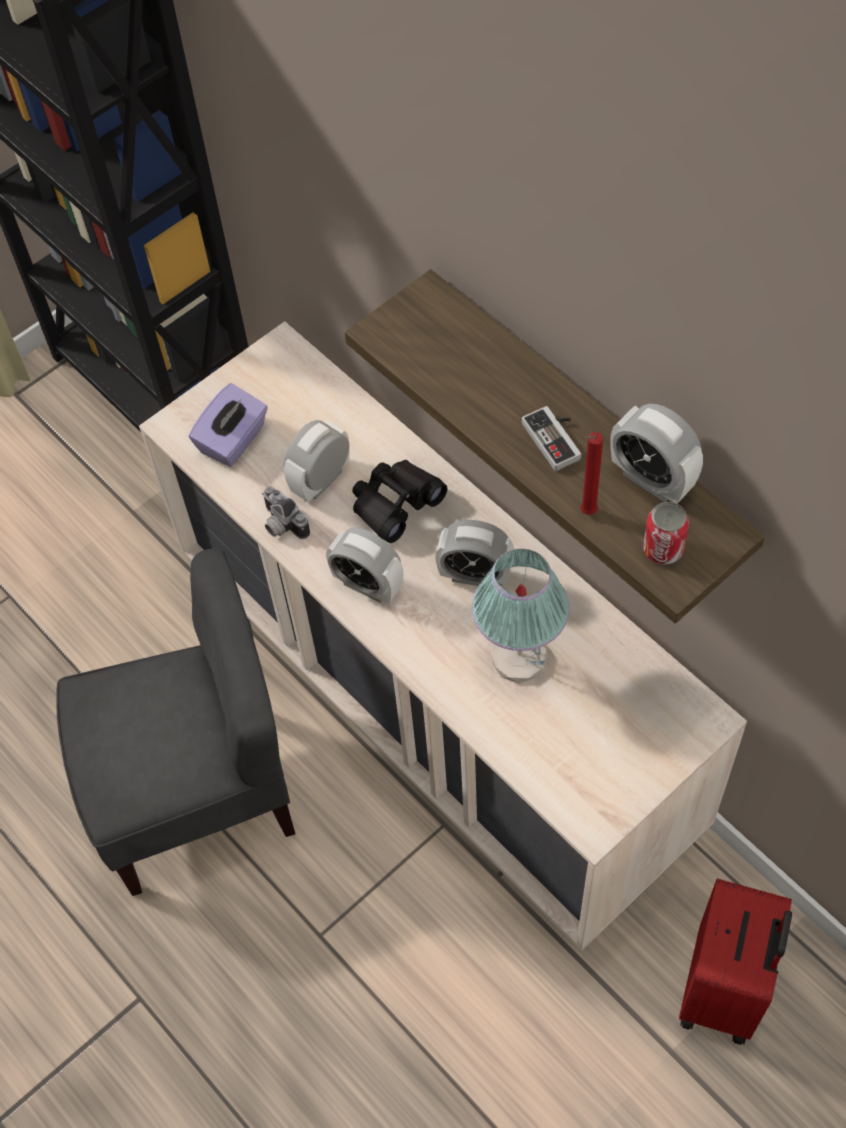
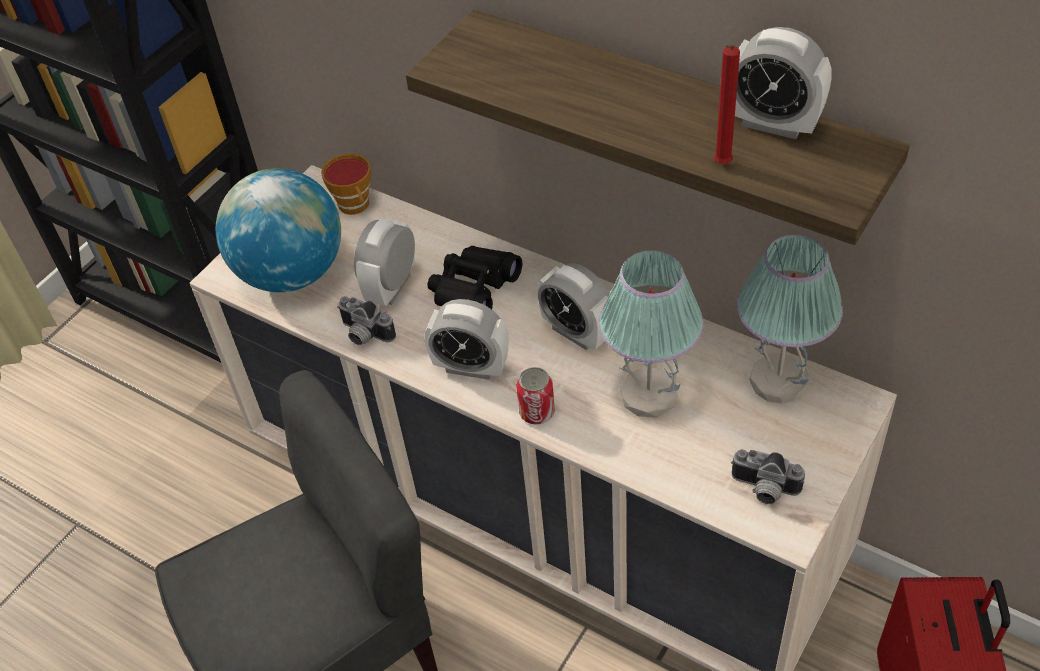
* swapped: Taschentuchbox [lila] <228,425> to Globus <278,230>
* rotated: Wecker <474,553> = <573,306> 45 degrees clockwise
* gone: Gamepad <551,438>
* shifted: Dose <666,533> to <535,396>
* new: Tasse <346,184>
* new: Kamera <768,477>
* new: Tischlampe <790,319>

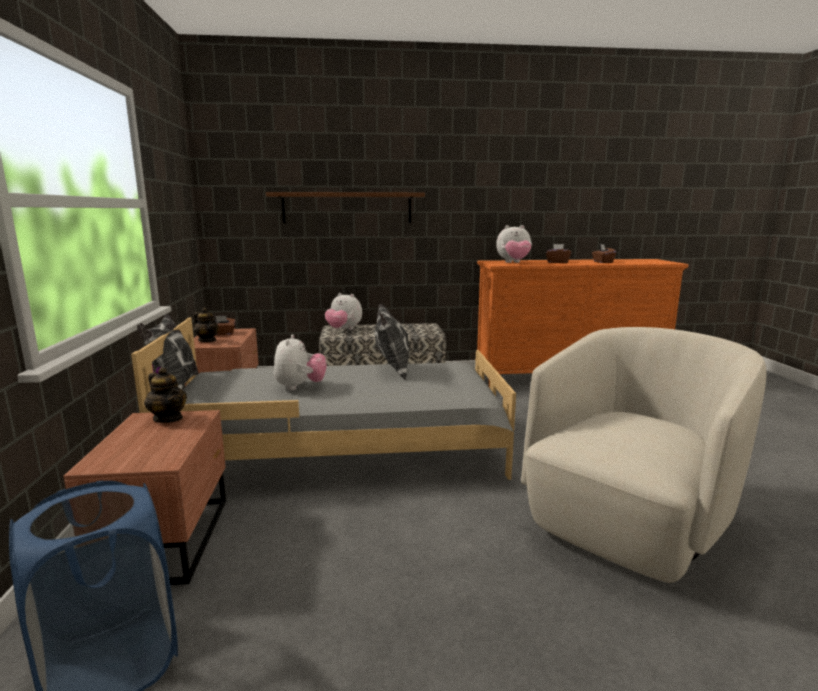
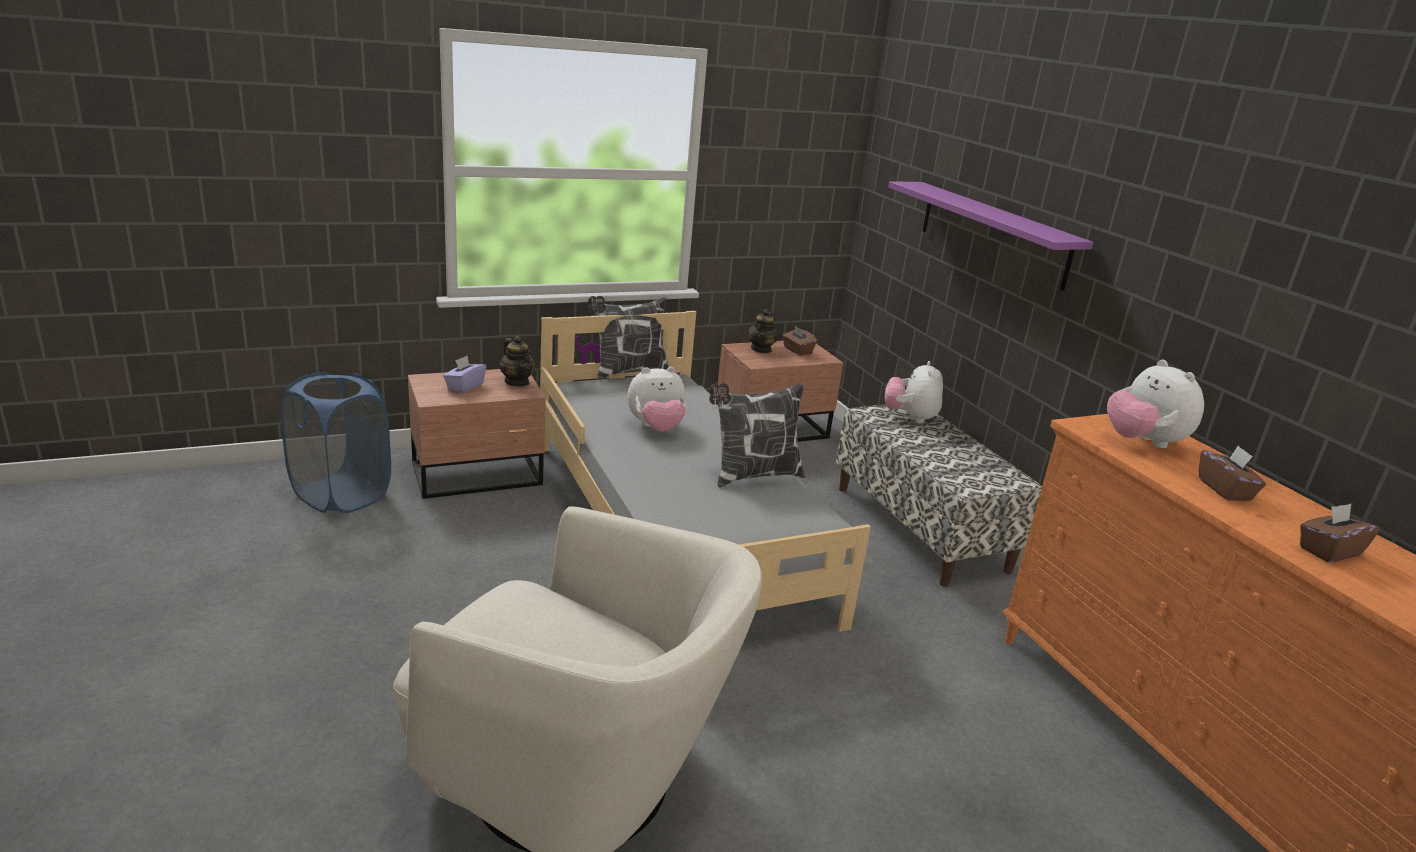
* rotated: Teekanne <165,395> = <517,361> 60 degrees counterclockwise
* repainted: Wandregal [braun] <345,207> to Wandregal [lila] <991,236>
* new: Taschentuchbox [lila] <464,374>

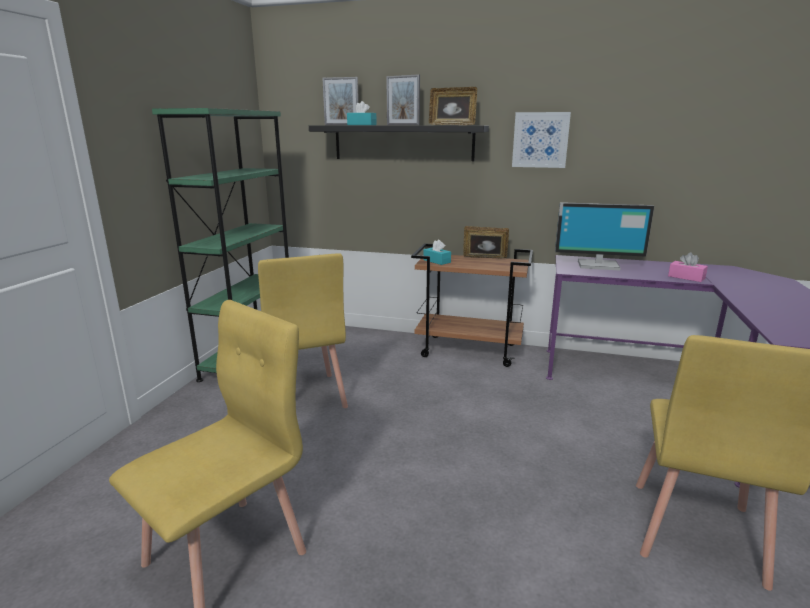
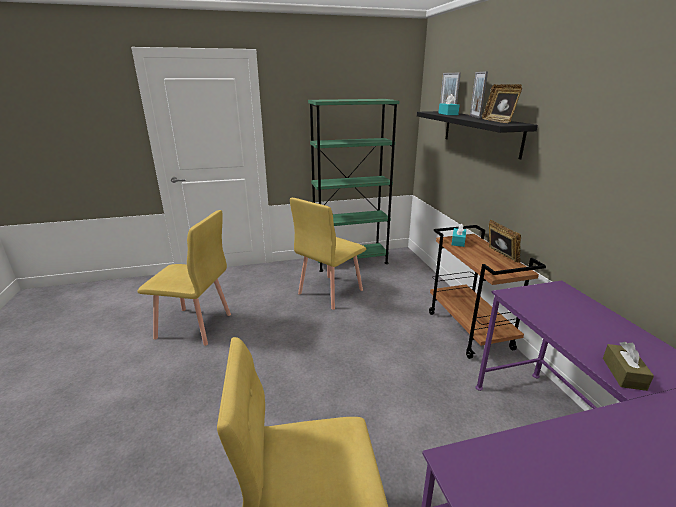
* gone: Bild <541,140>
* gone: Monitor <604,236>
* repainted: Taschentuchbox [rosa] <688,267> to Taschentuchbox [braun] <628,366>

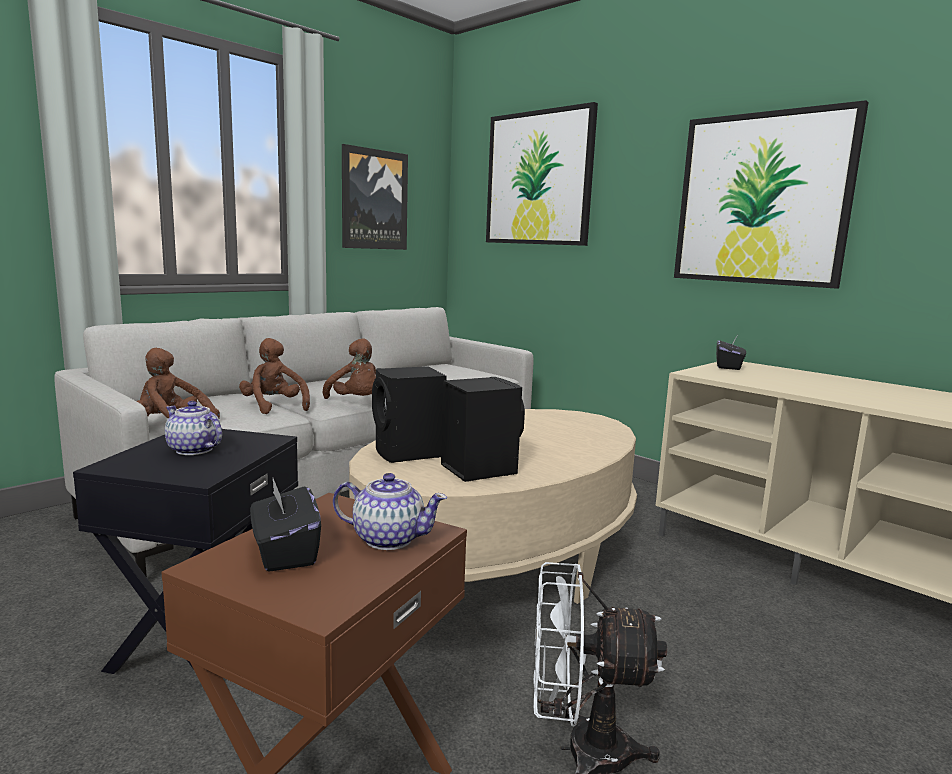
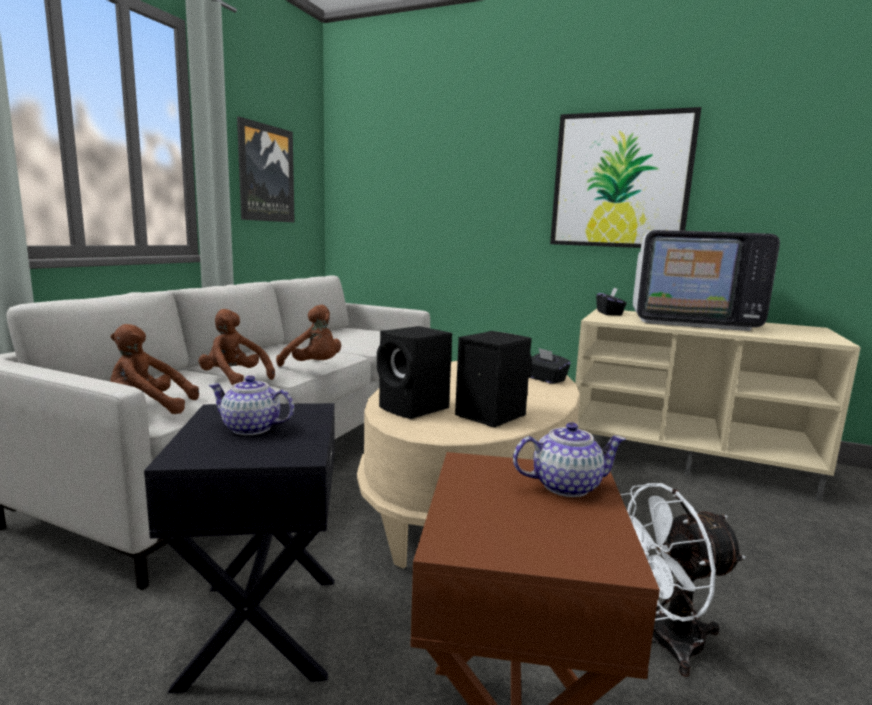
* shifted: Taschentuchbox [schwarz] <285,525> to <550,366>
* gone: Bild <542,174>
* new: Fernseher <706,280>

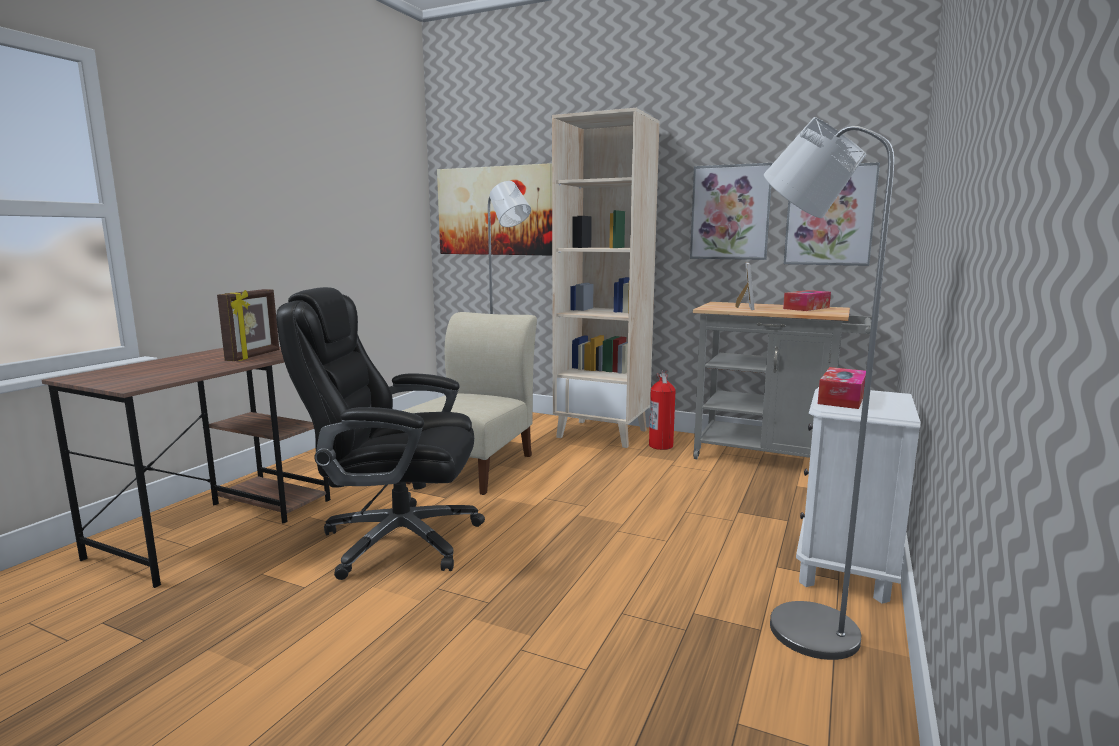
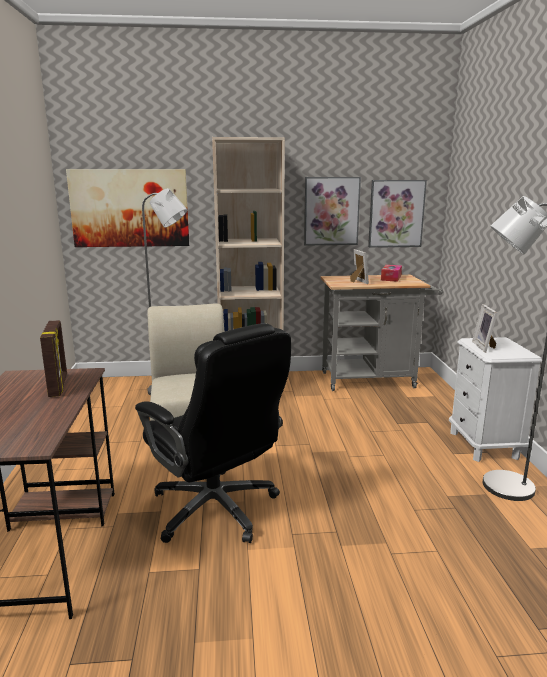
* rotated: Bürostuhl [schwarz] <380,433> = <213,433> 105 degrees counterclockwise
* gone: Feuerlöscher <662,410>
* swapped: Taschentuchbox <842,388> to Bilderrahmen <485,328>

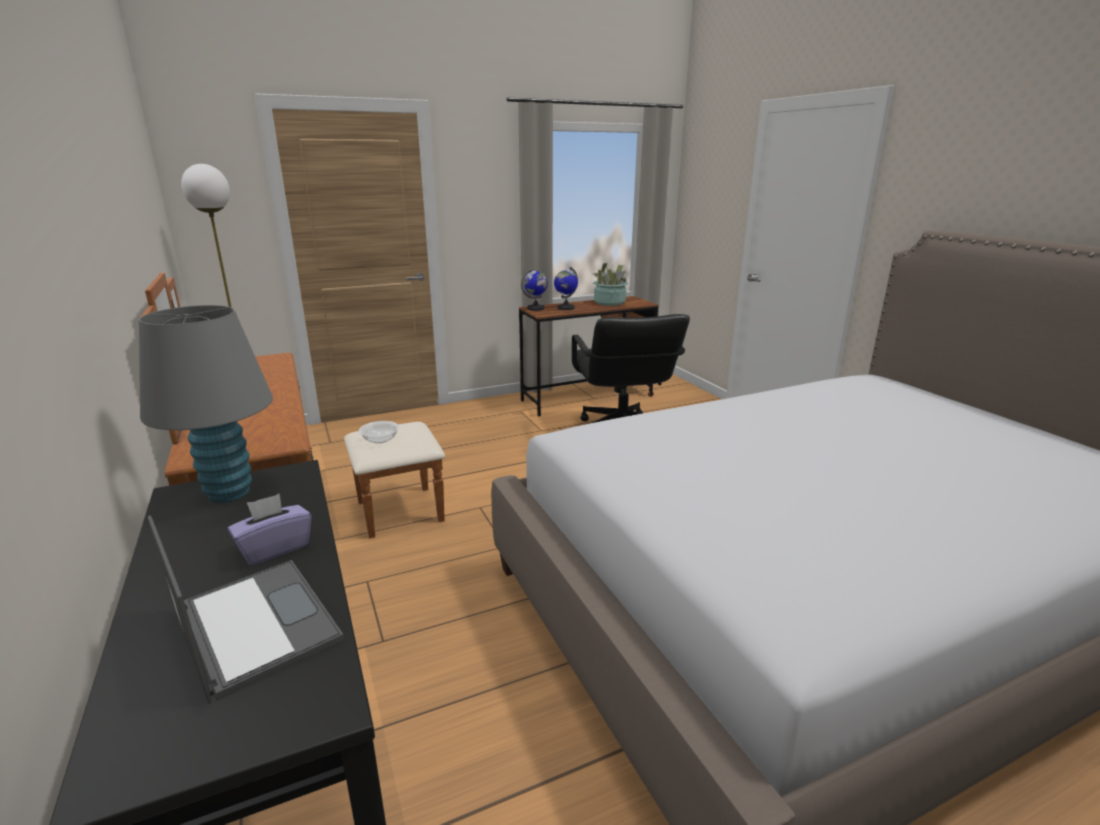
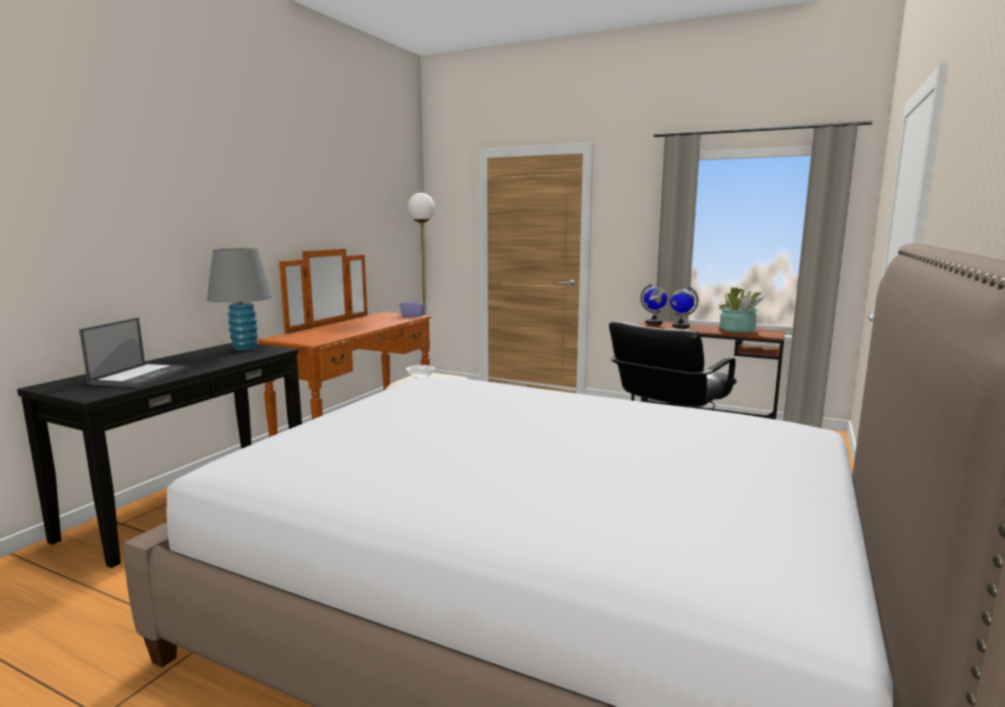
* shifted: Taschentuchbox [lila] <269,529> to <412,307>

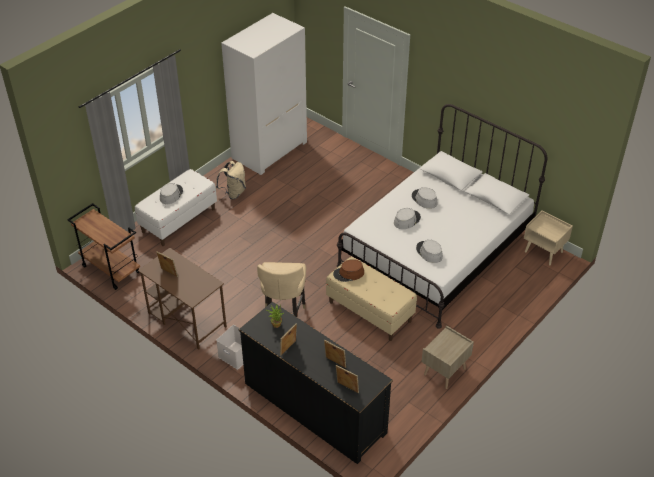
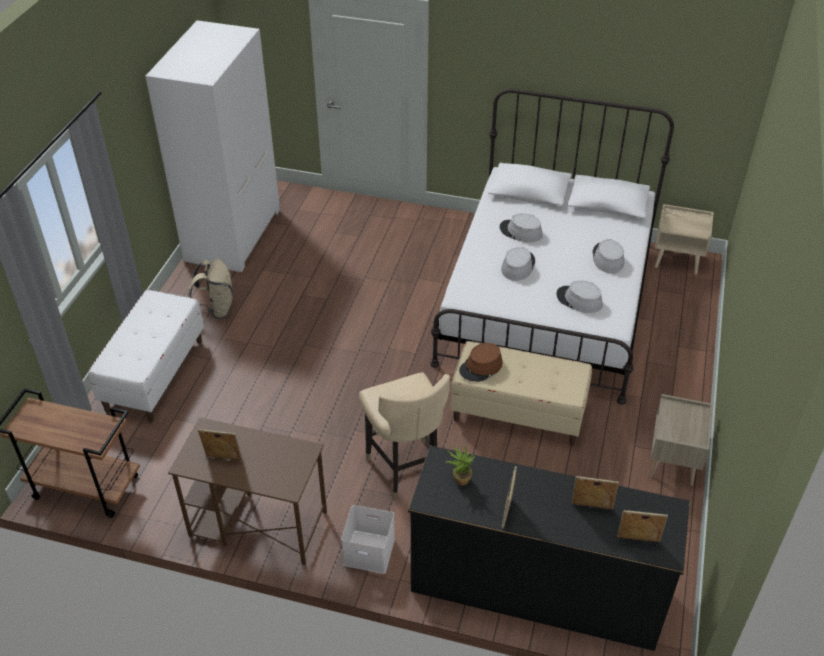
* shifted: Hut [grau] <171,193> to <608,256>

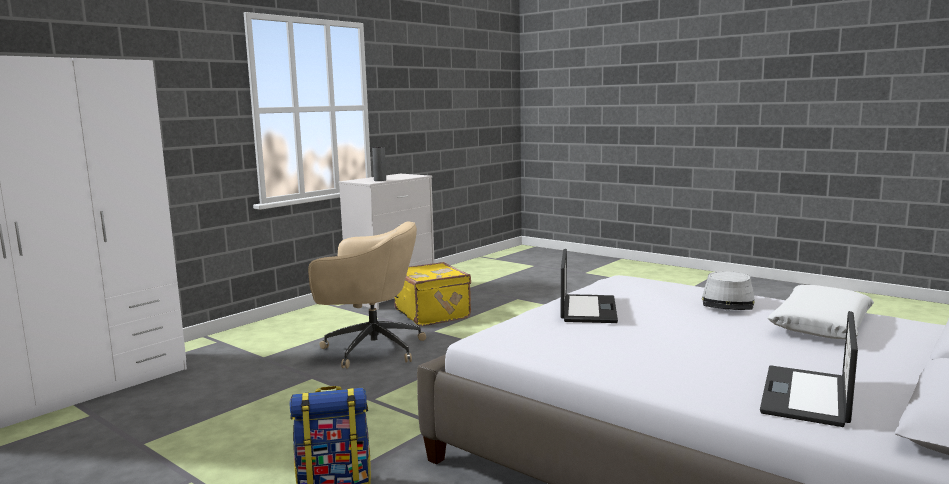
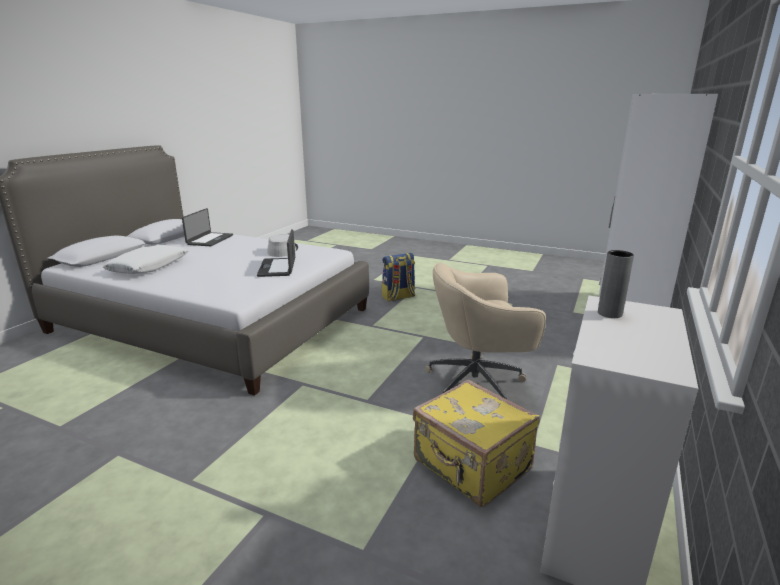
* shifted: Hut [grau] <728,290> to <282,245>

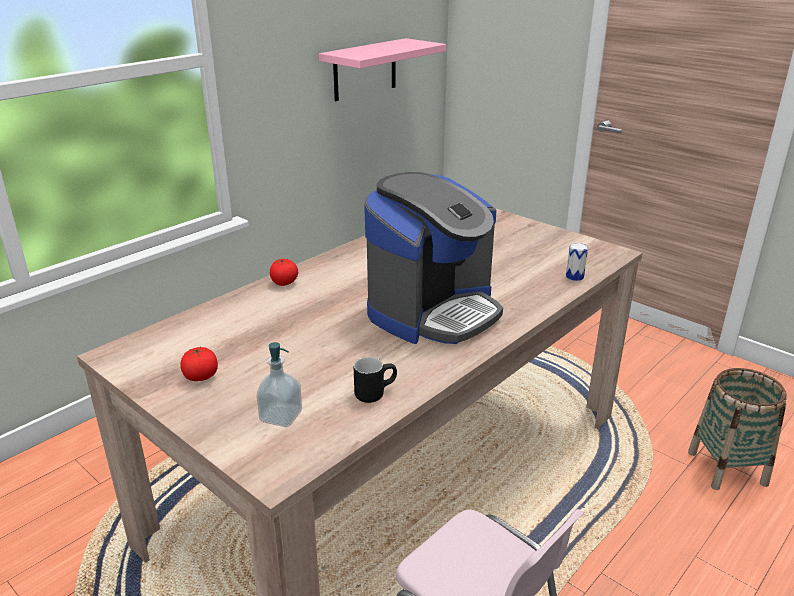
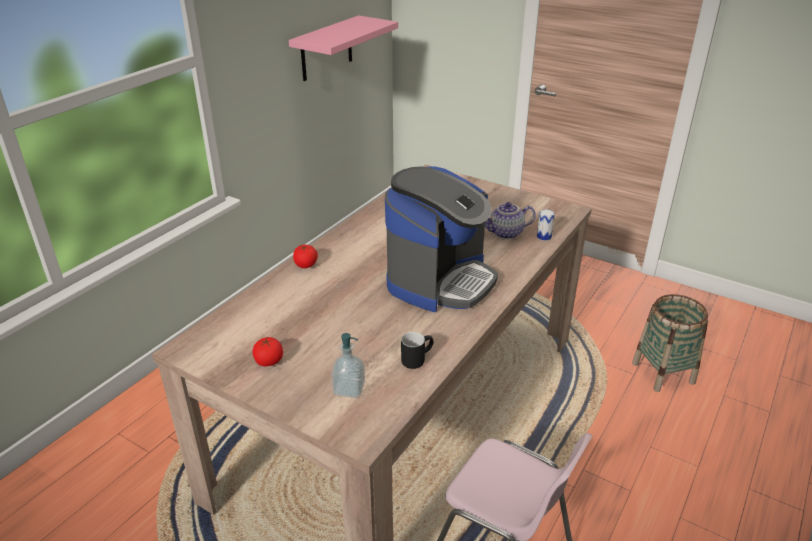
* new: Teekanne <510,220>

